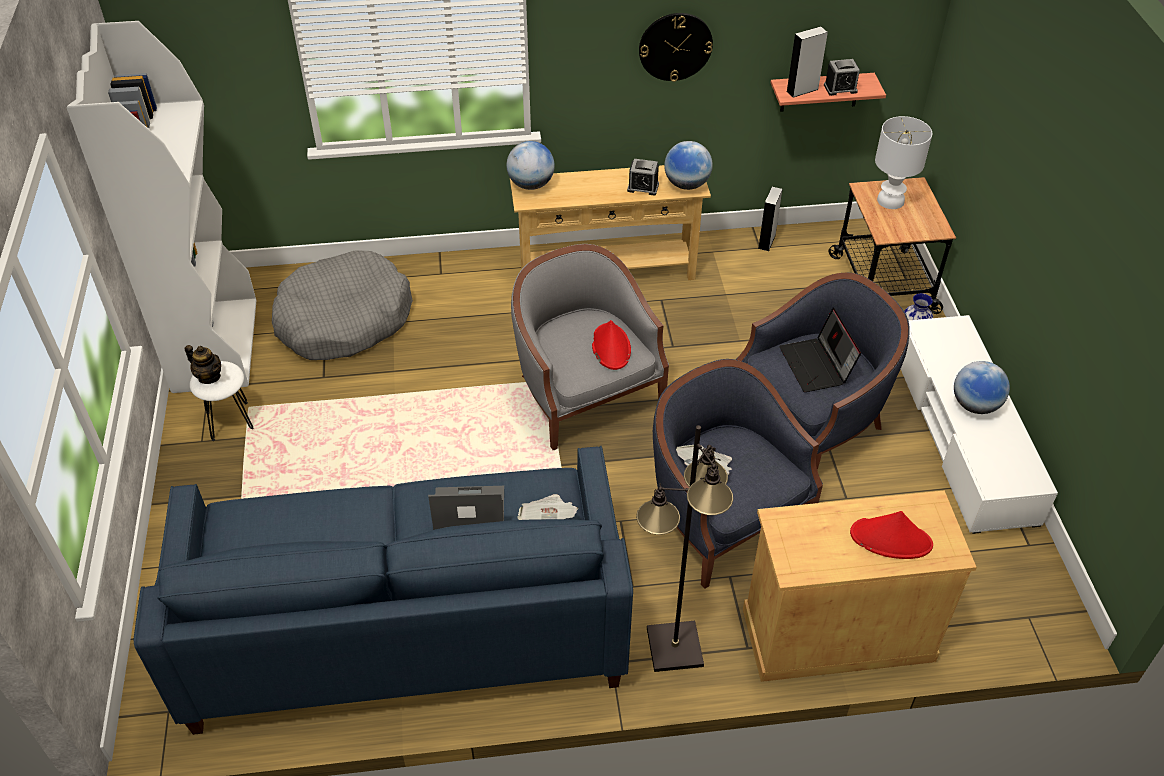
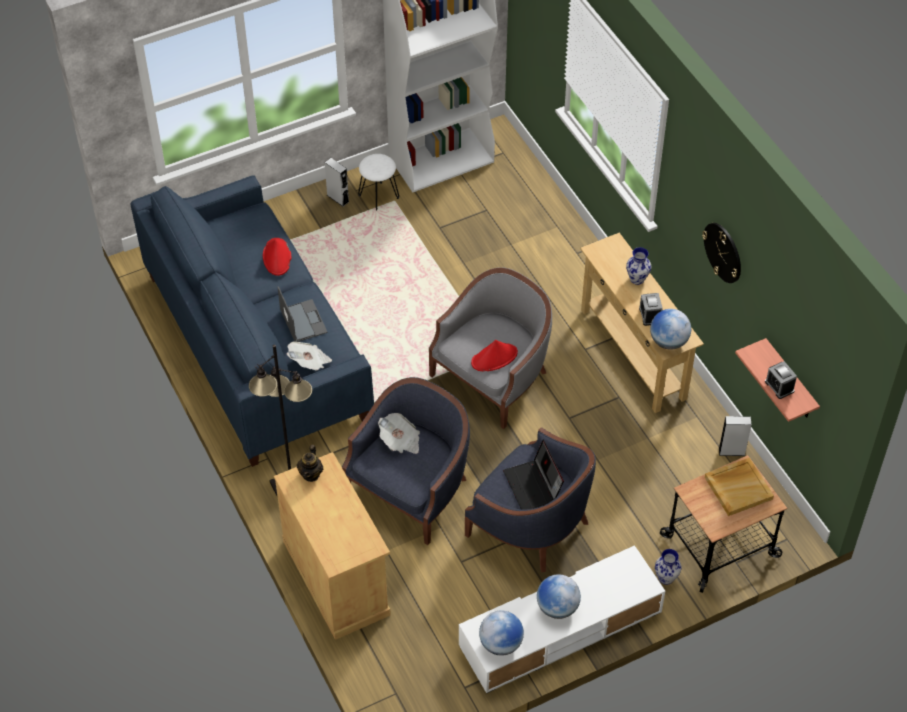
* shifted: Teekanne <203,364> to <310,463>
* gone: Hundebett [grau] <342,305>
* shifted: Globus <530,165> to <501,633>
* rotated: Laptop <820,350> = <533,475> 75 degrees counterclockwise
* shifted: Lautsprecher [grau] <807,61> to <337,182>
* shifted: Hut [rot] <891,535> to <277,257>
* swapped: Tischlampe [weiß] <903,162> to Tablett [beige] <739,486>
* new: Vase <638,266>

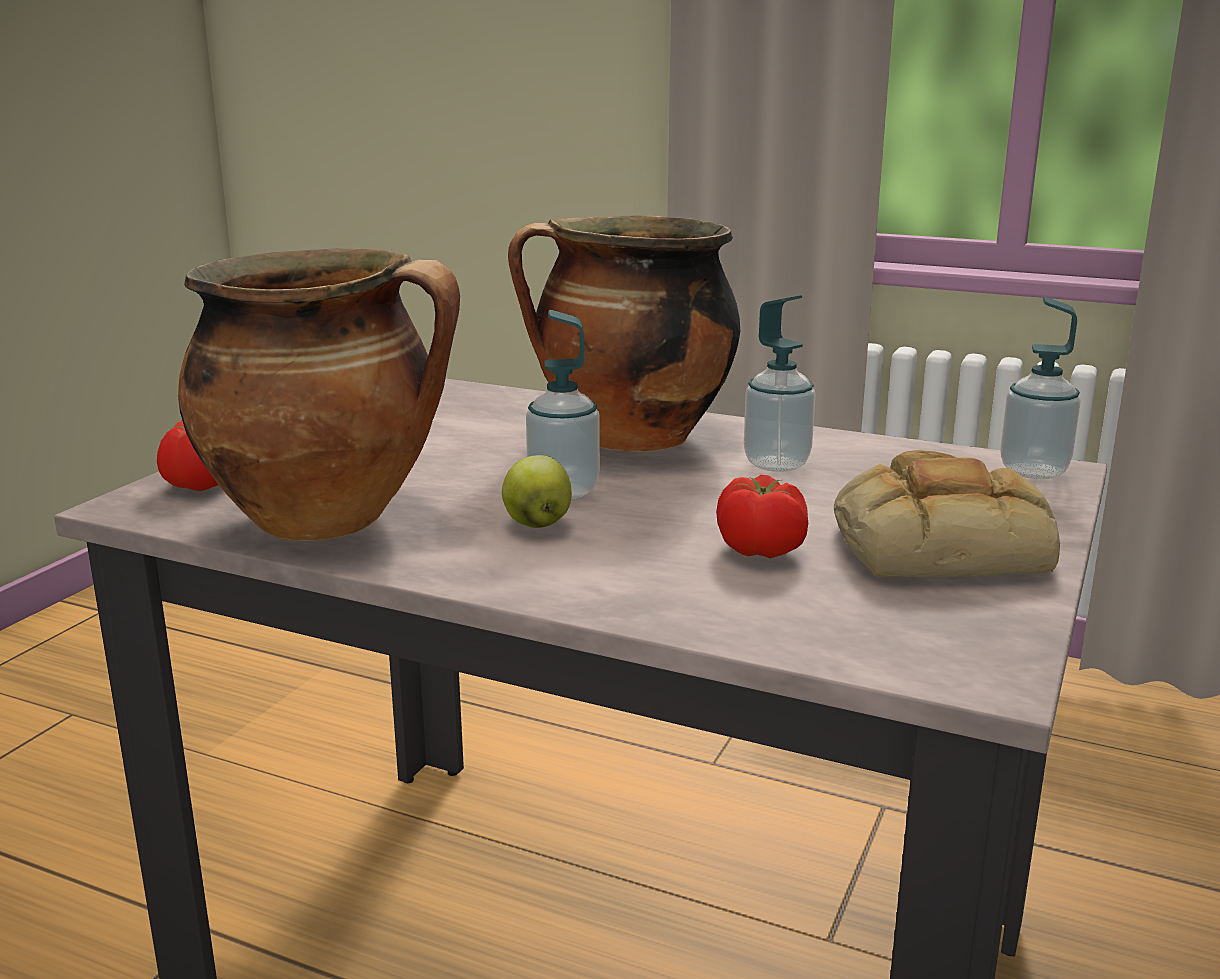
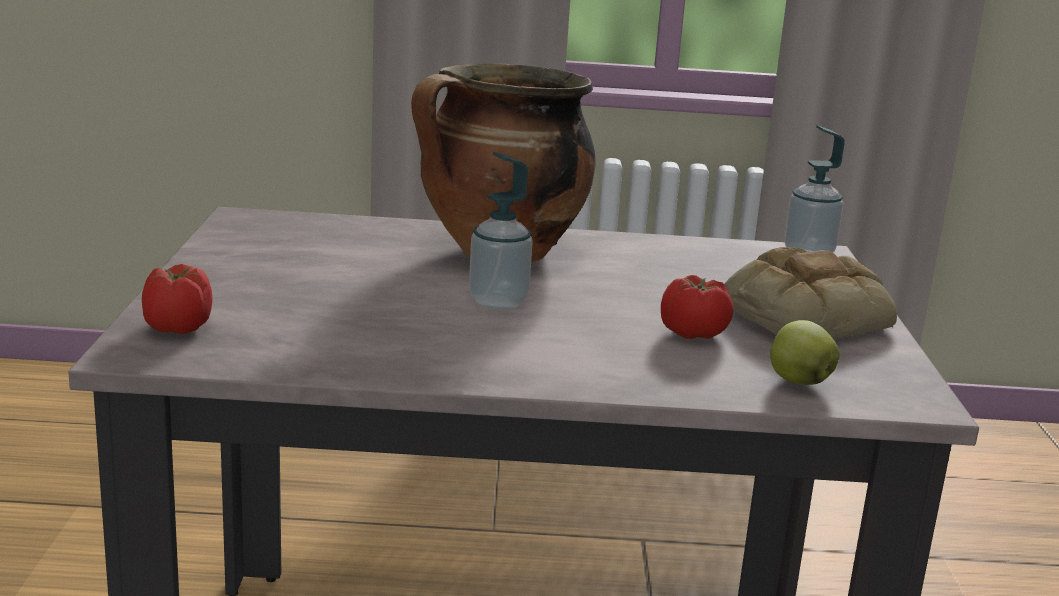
* gone: Kochtopf <319,394>
* shifted: Apfel <537,491> to <805,352>
* gone: Seifenspender <779,383>

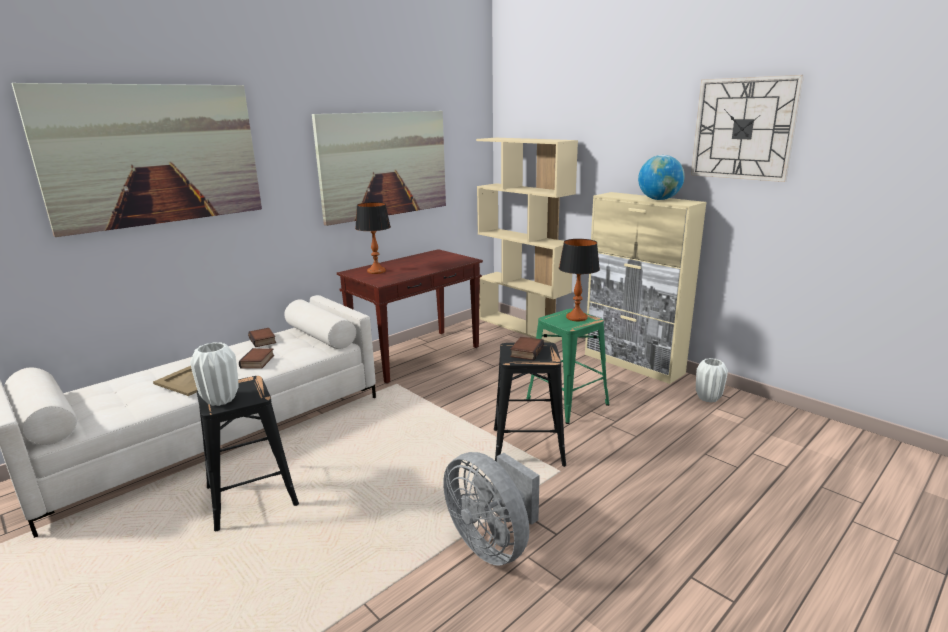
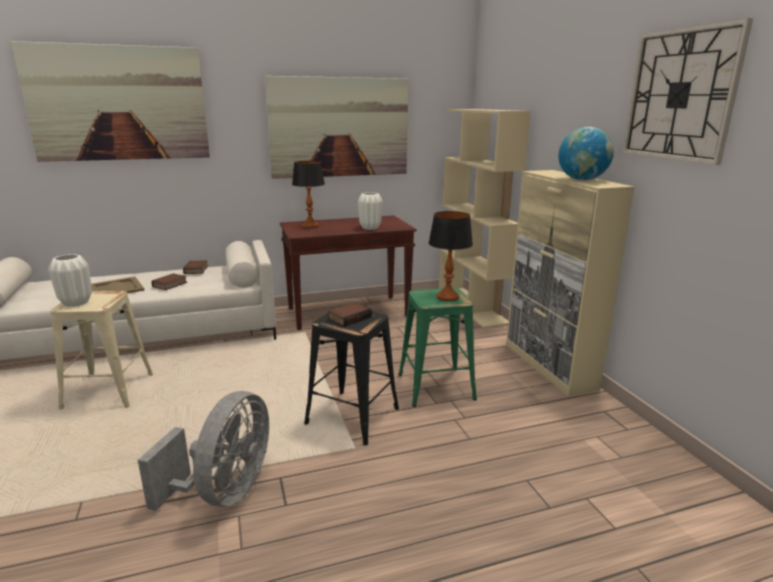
* repainted: Hocker [schwarz] <248,453> to Hocker [beige] <101,350>
* rotated: Ventilator [grau] <491,508> = <203,451> 150 degrees counterclockwise
* shifted: Vase [weiß] <712,380> to <370,211>

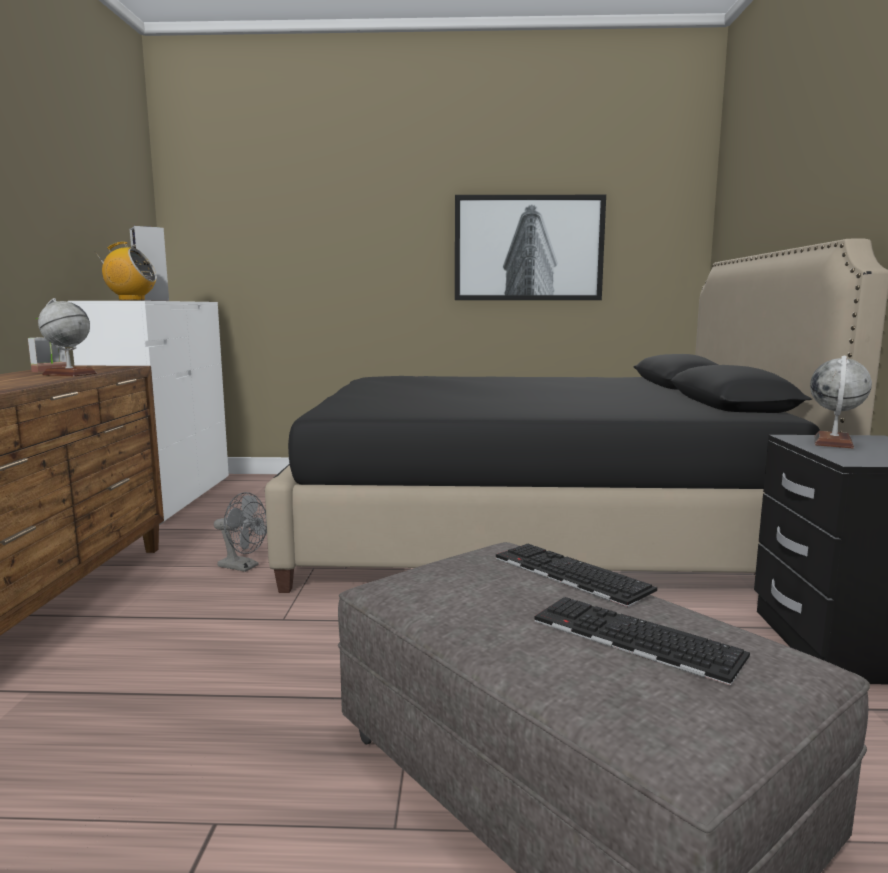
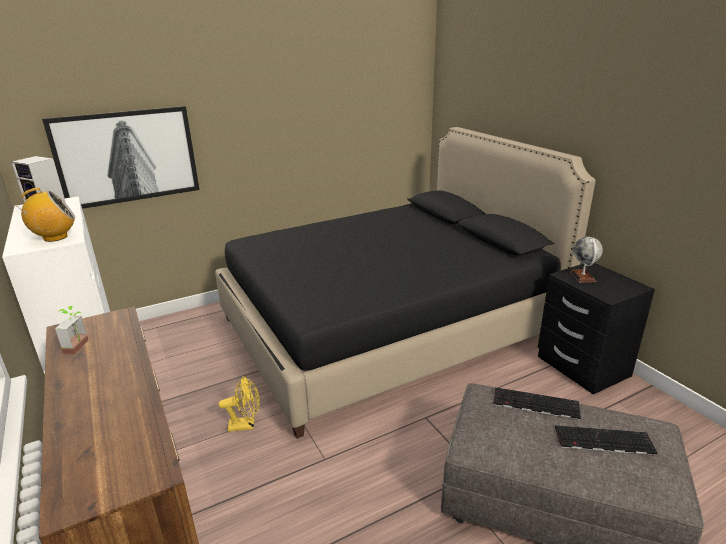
* gone: Globus <67,337>
* repainted: Ventilator [grau] <240,532> to Ventilator [gelb] <239,404>
* shifted: Bild <530,247> to <121,157>

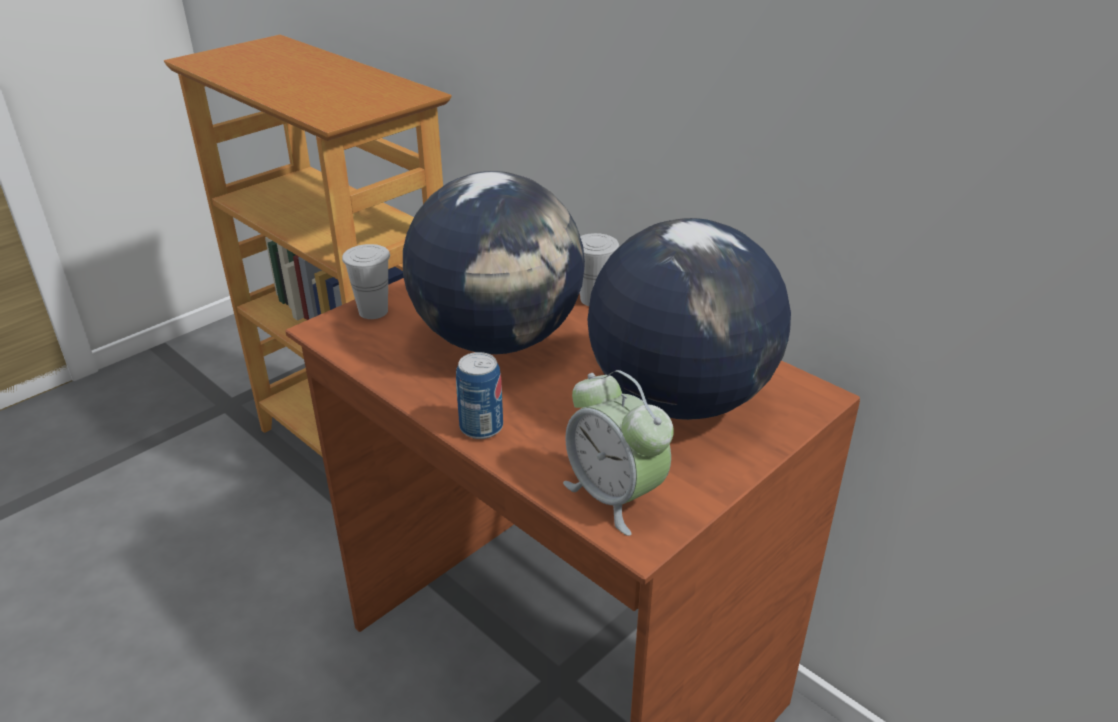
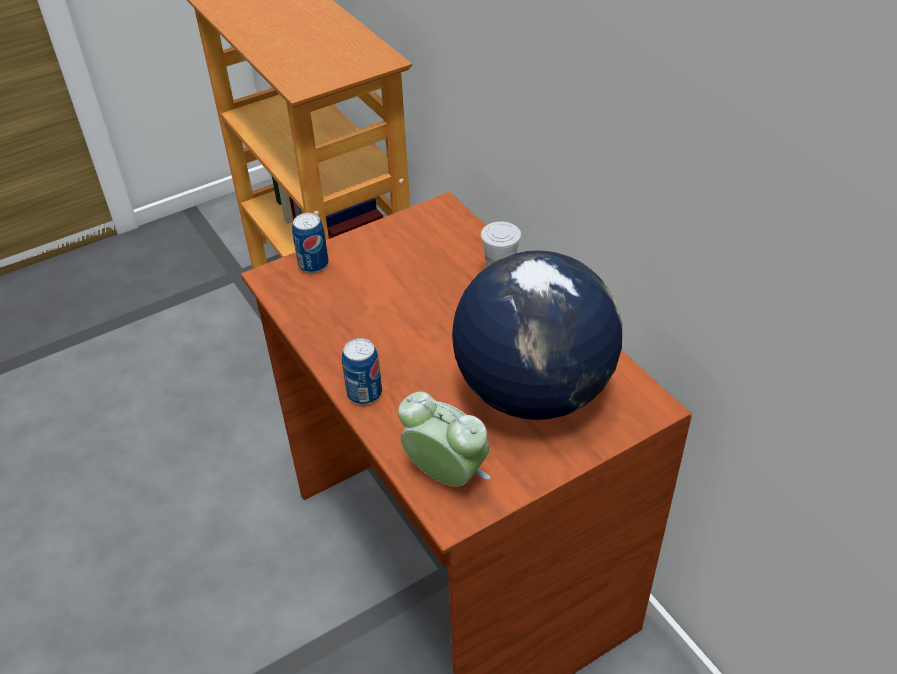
* swapped: Tasse [weiß] <366,281> to Dose <310,243>
* gone: Globus <494,262>
* rotated: Wecker <618,453> = <444,439> 150 degrees clockwise

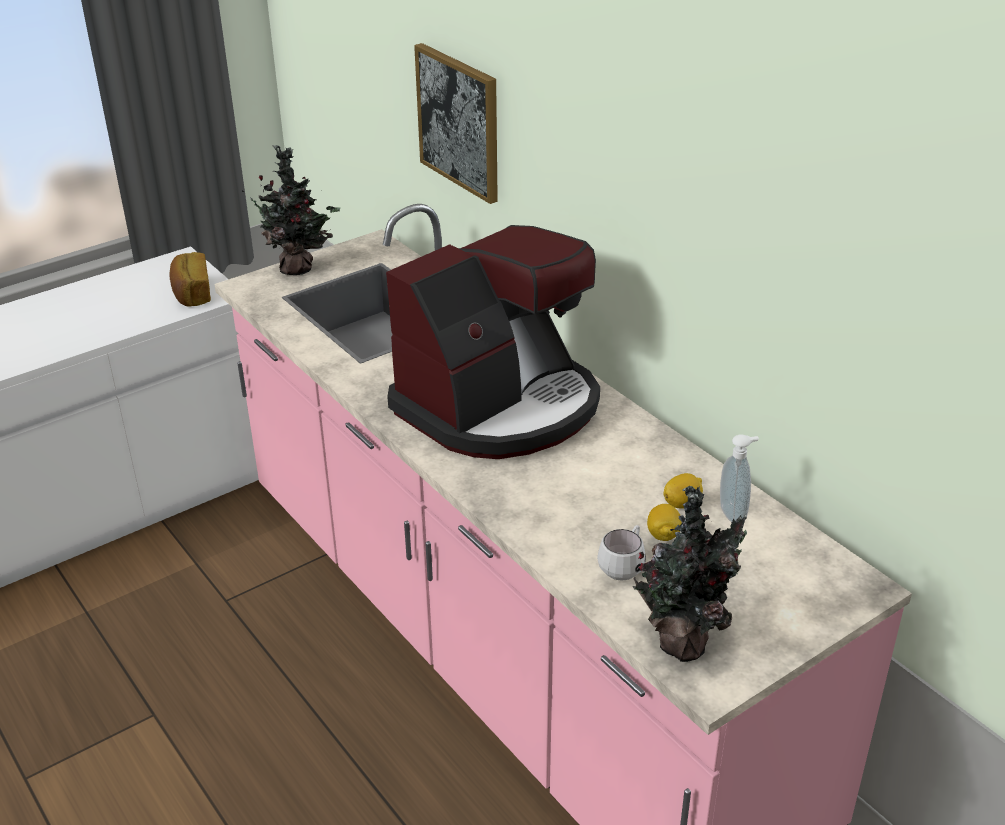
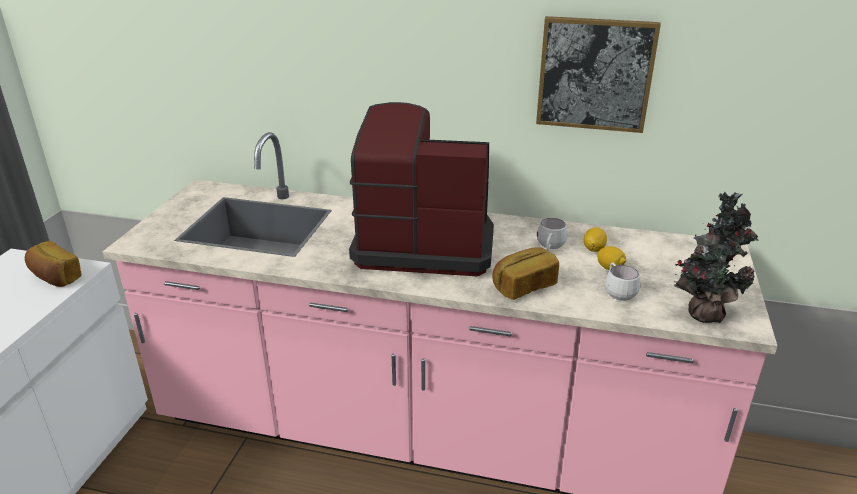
* gone: Topfpflanze <291,210>
* rotated: Kaffeemaschine <493,342> = <421,189> 90 degrees counterclockwise
* shifted: Bild <456,123> to <598,74>
* gone: Seifenspender <739,479>
* new: Brot <525,273>
* new: Henkelbecher [weiß] <552,234>

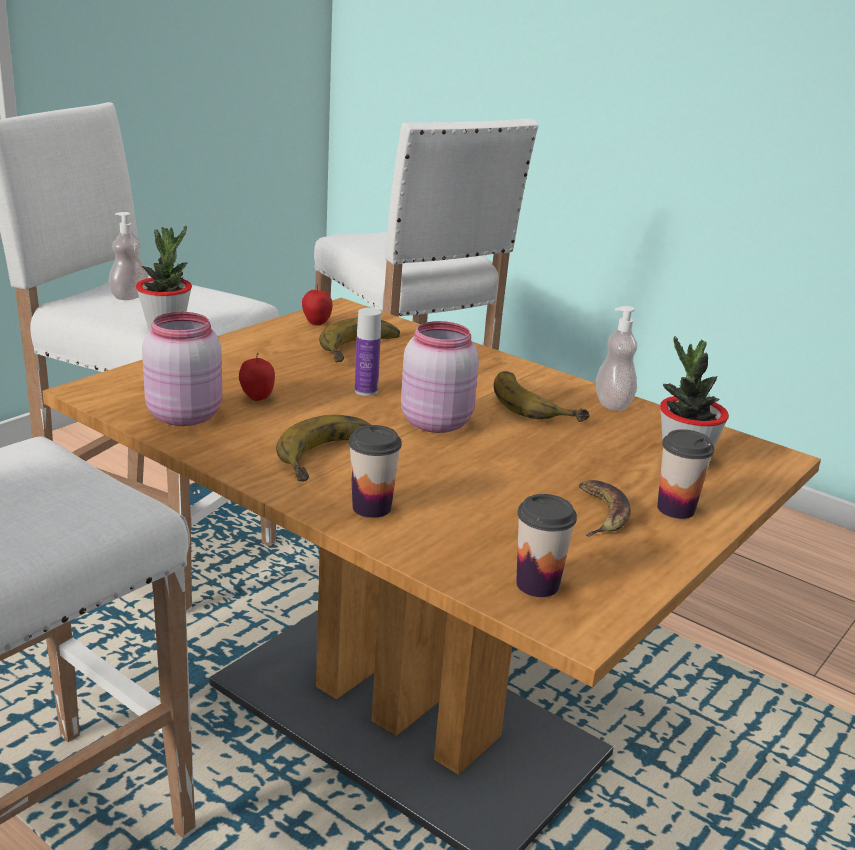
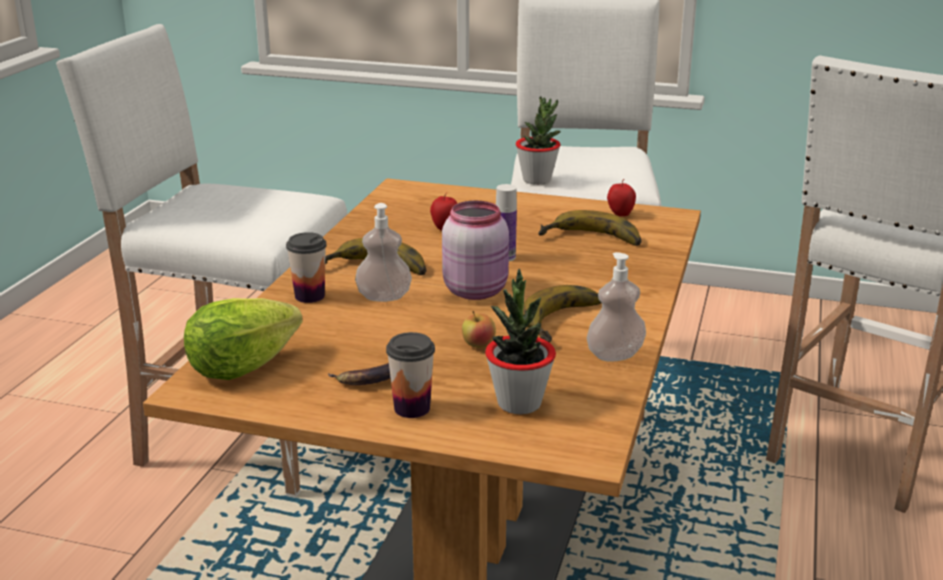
* shifted: Seifenspender <128,256> to <383,252>
* gone: Vorratsglas [rosa] <182,369>
* swapped: Tasse <546,545> to Salatkopf <243,339>
* new: Apfel <479,329>

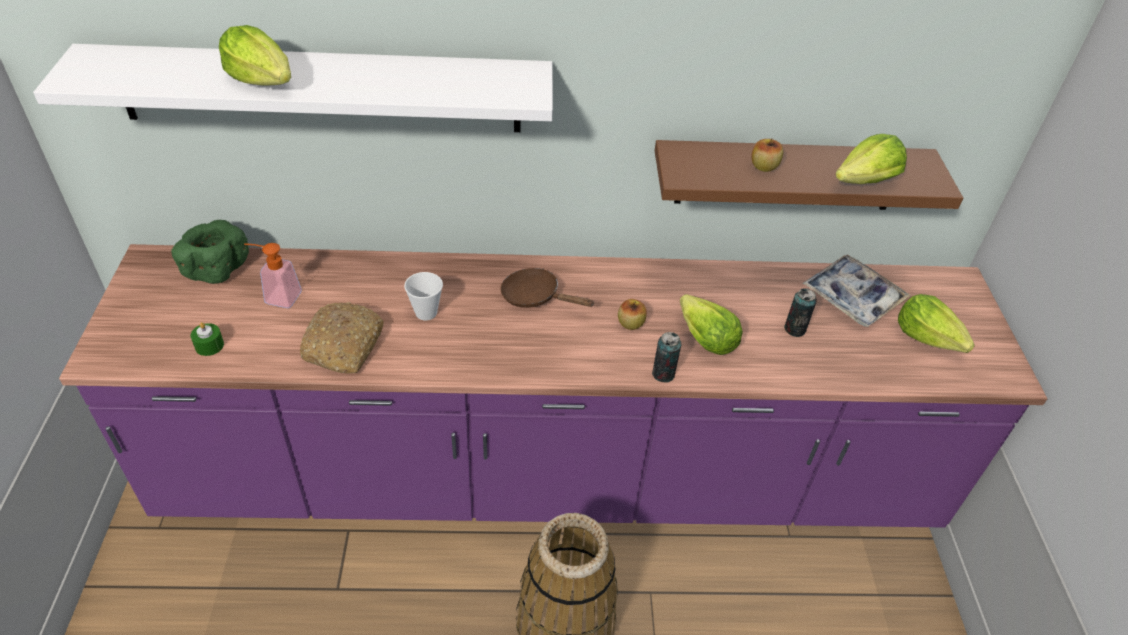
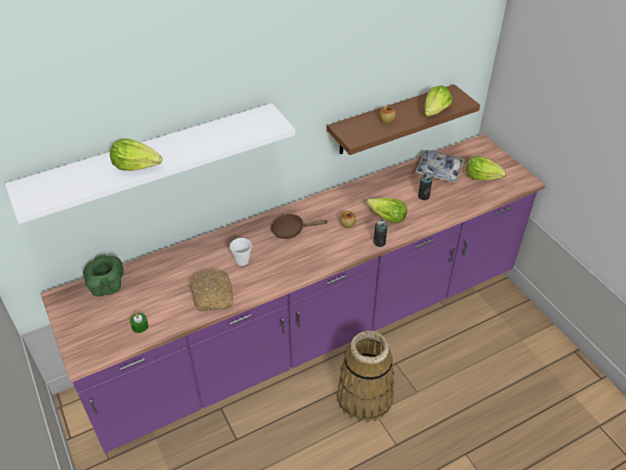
* gone: Seifenspender <273,275>

